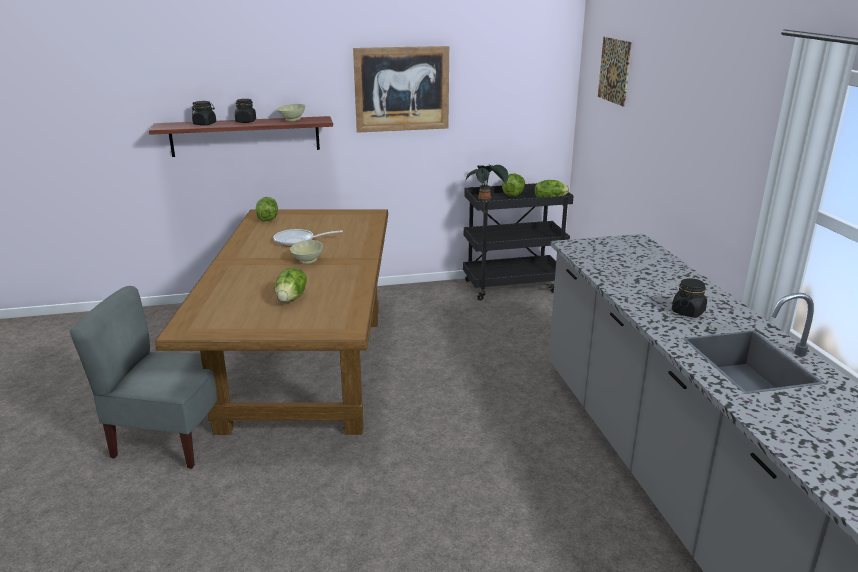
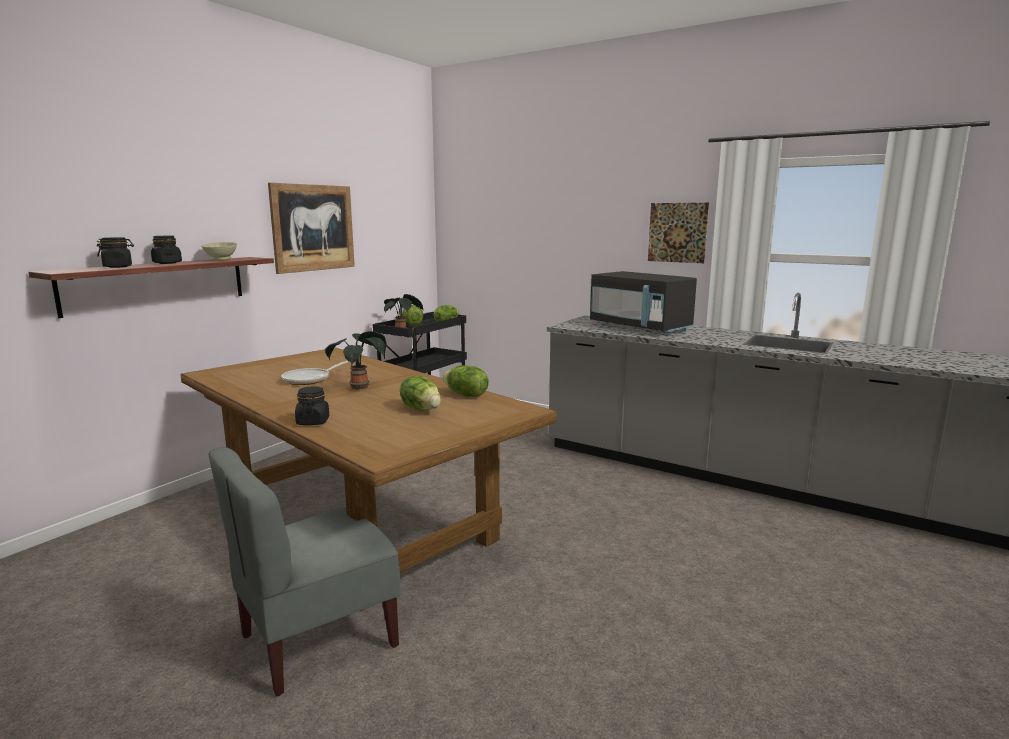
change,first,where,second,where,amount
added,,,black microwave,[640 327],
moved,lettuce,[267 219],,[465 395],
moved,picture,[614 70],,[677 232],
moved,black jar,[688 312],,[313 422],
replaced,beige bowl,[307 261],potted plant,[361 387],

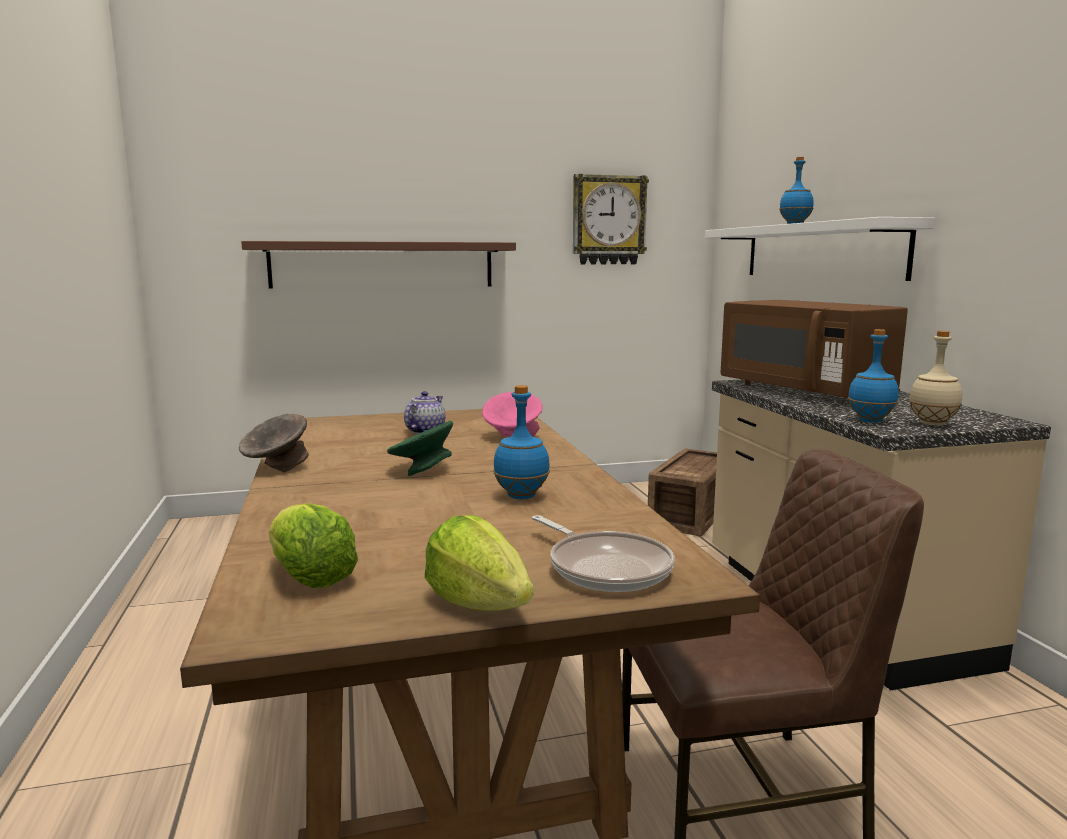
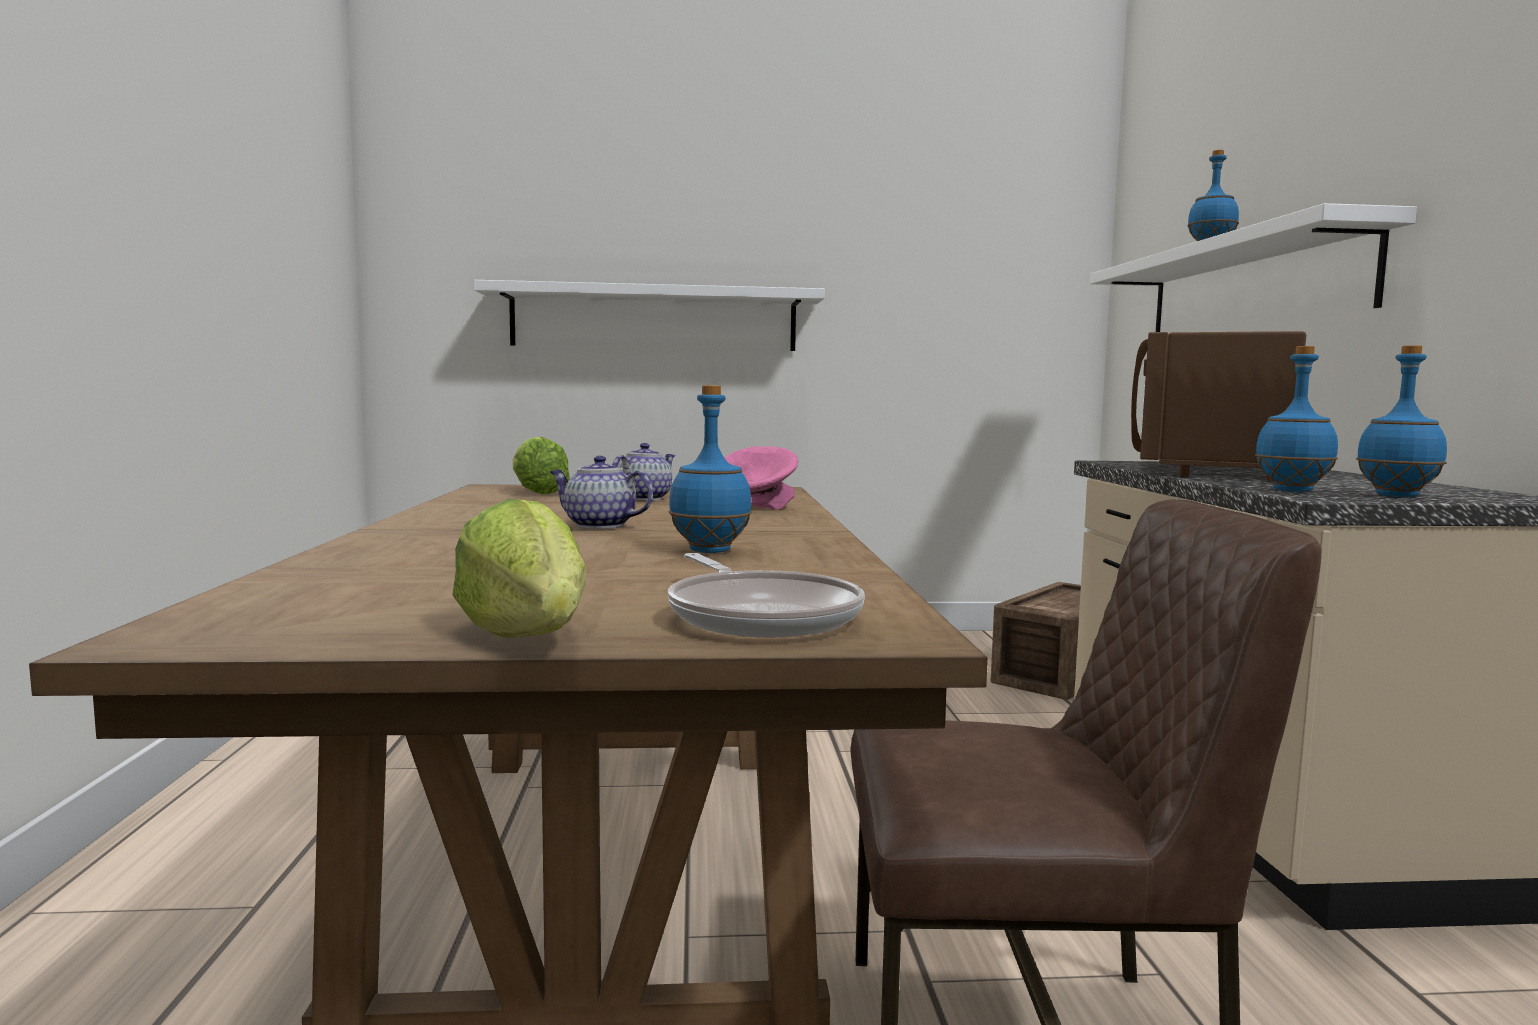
change,first,where,second,where,amount
removed,grey bowl,[276 467],,,
removed,wall clock,[608 220],,,
moved,lettuce,[309 577],,[537 492],
replaced,green bowl,[421 470],teapot,[598 526],
recoloured,brown shelf,[383 265],white shelf,[654 319],
recoloured,beige bottle,[931 424],blue bottle,[1395 496],
turned,brown microwave,[804 391],,[1208 470],45 degrees clockwise

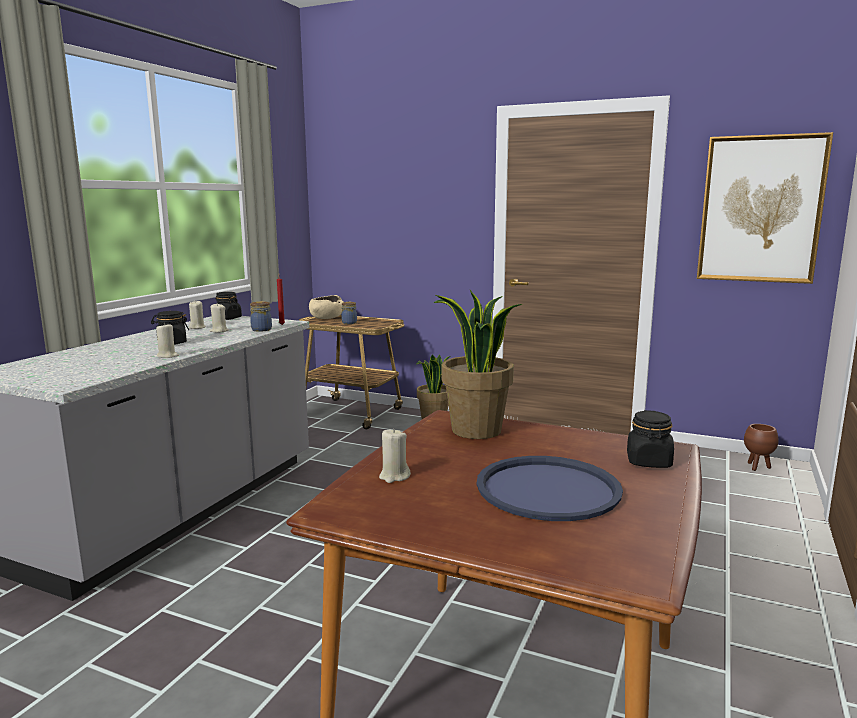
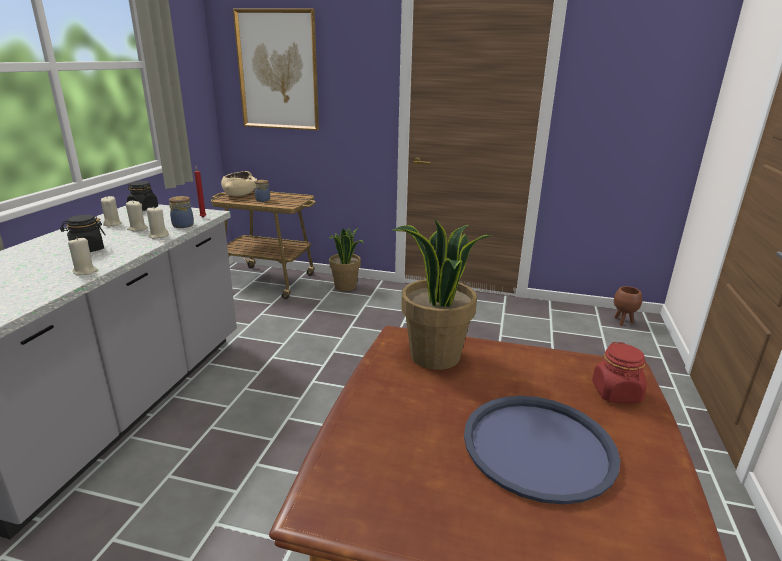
change,first,where,second,where,amount
moved,beige candle,[394 476],,[158 236],
moved,picture,[760 209],,[278 71],
recoloured,black jar,[649 462],red jar,[616 393],

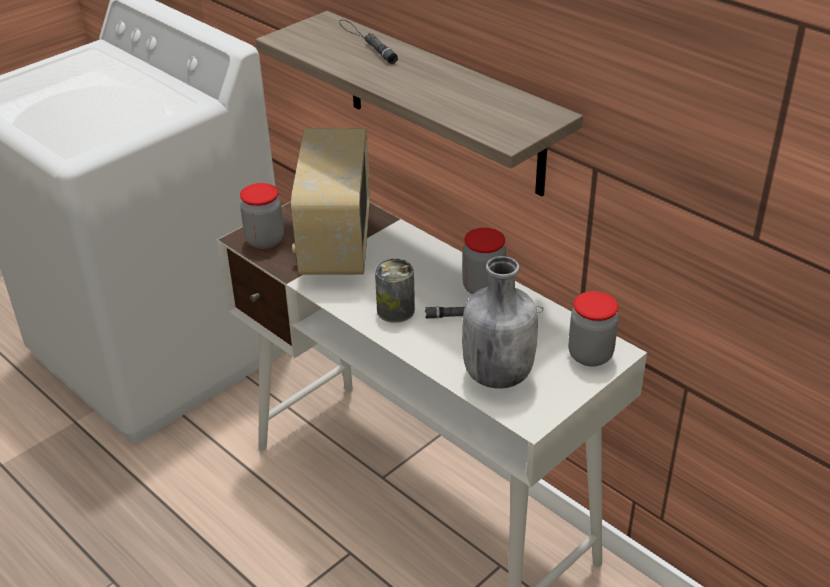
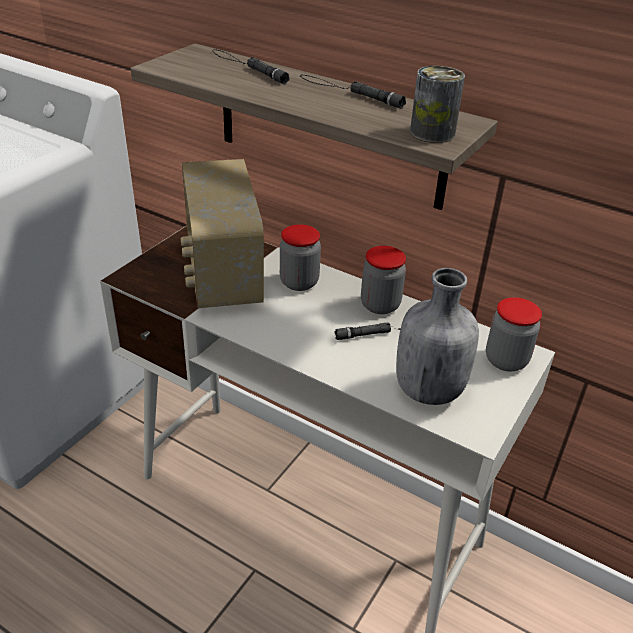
change,first,where,second,where,amount
added,,,black flashlight,[349 91],
moved,jar,[265 240],,[299 282],
moved,can,[395 310],,[432 133],

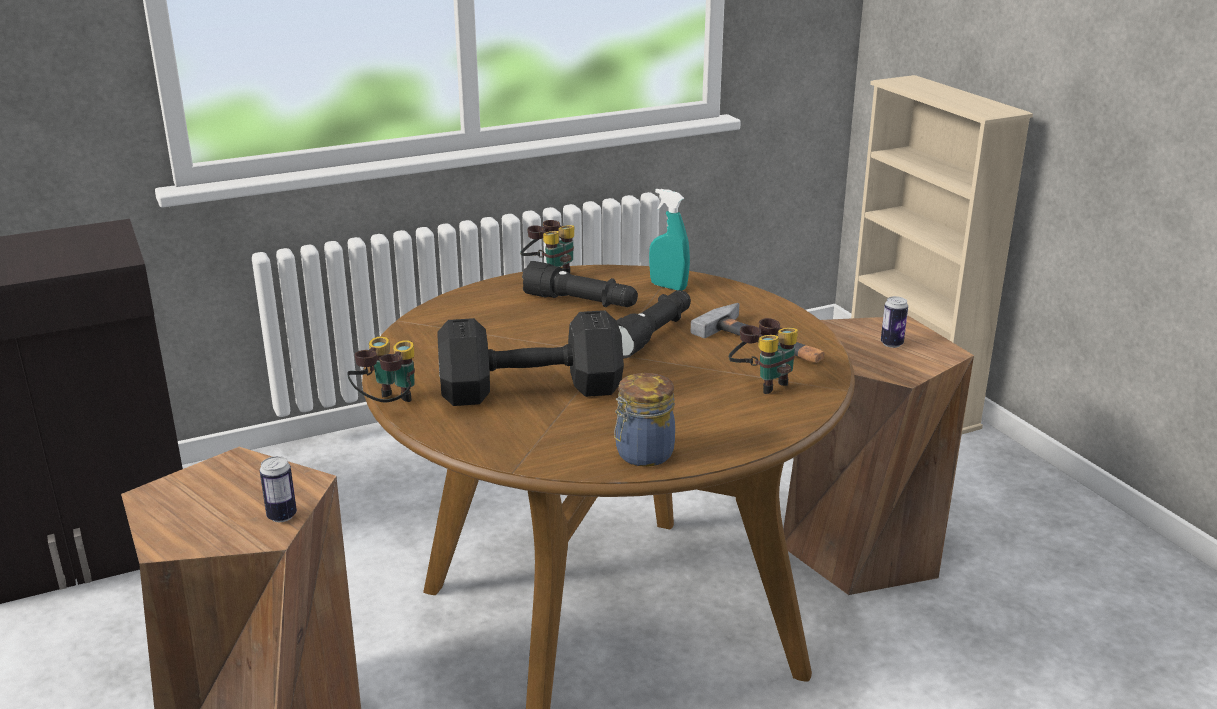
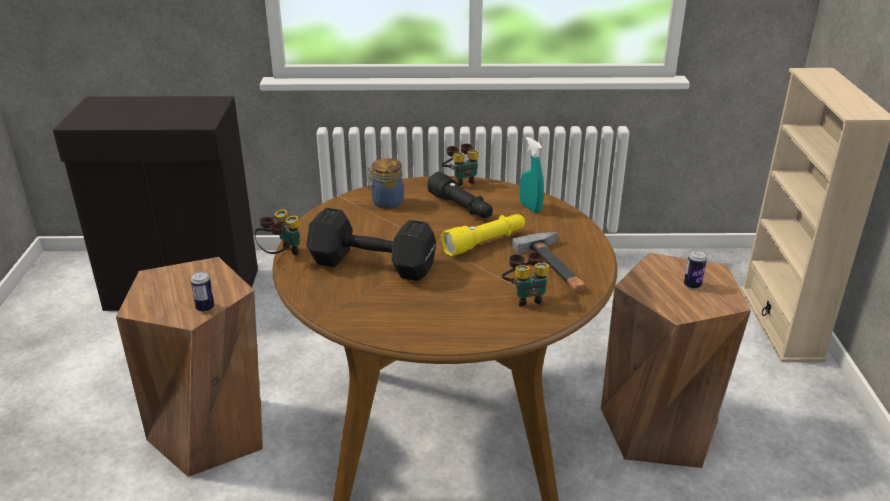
change,first,where,second,where,amount
moved,jar,[642 454],,[386 202],
recoloured,black flashlight,[652 335],yellow flashlight,[485 243],

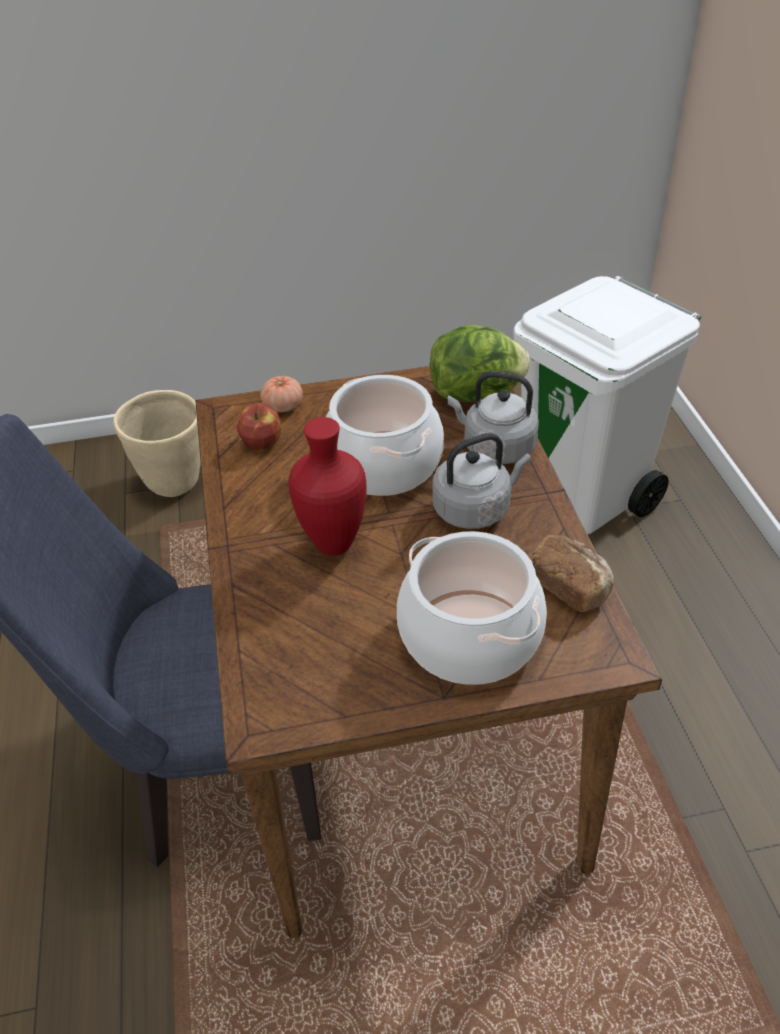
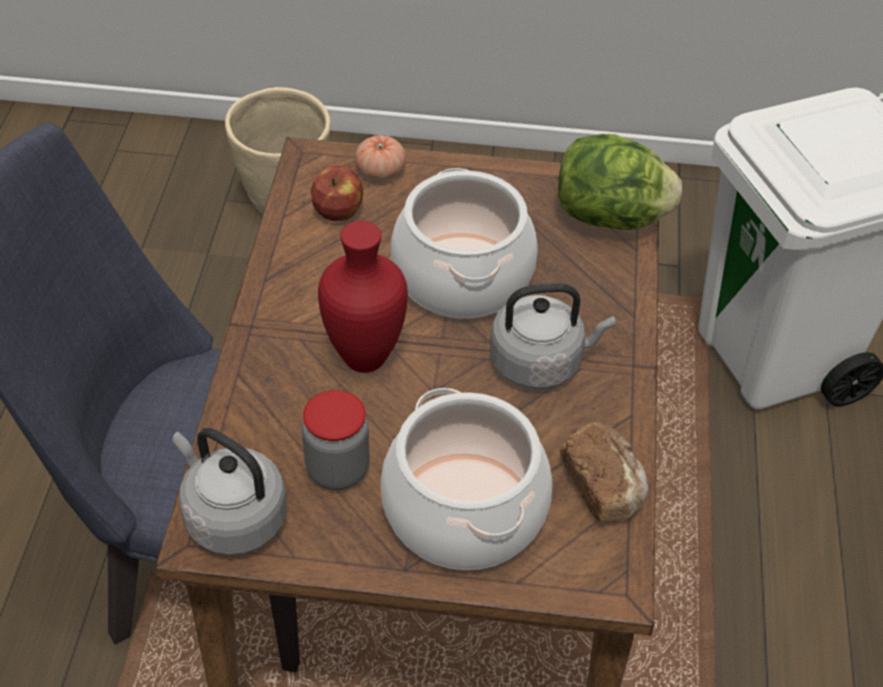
change,first,where,second,where,amount
added,,,jar,[338 470],
moved,grey kettle,[495 448],,[231 516],

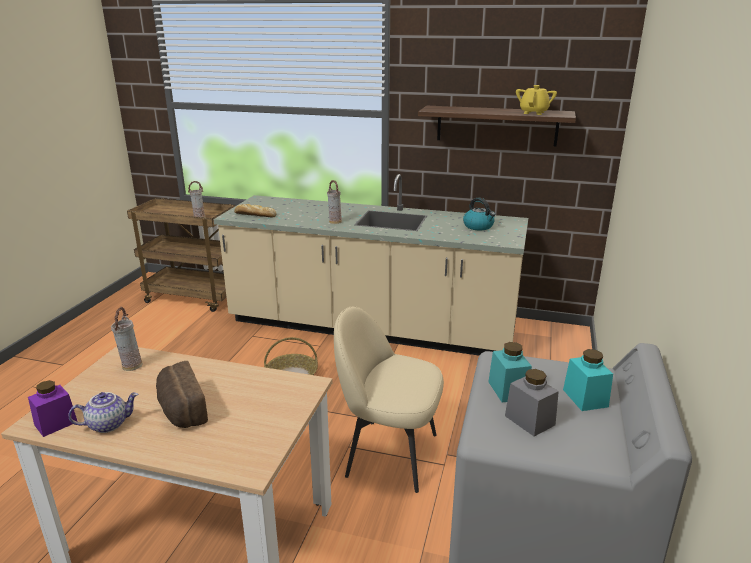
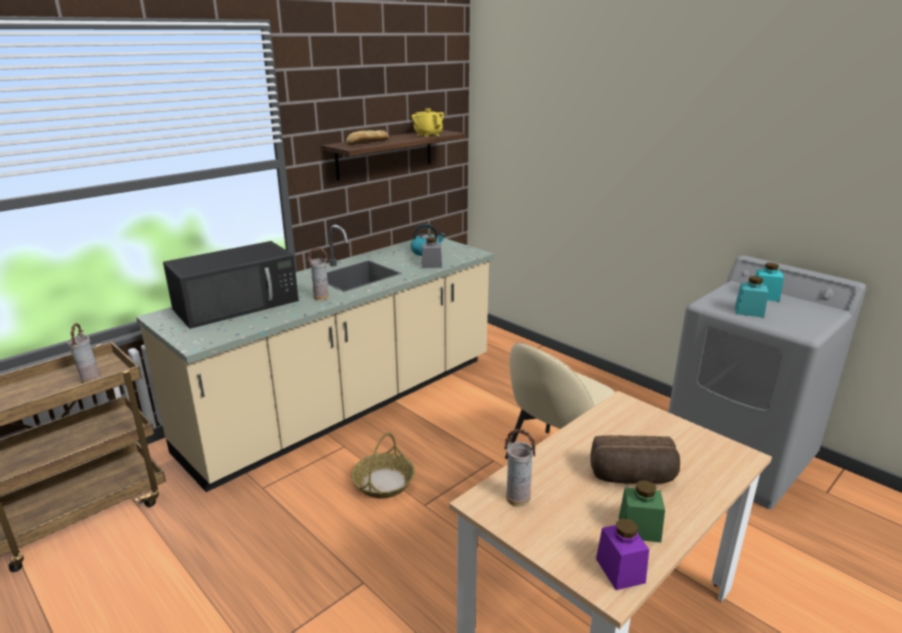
change,first,where,second,where,amount
added,,,black microwave,[238 304],
moved,bread,[254 215],,[367 142],
moved,grey jar,[529 420],,[431 265],
replaced,teapot,[108 424],green jar,[639 529],

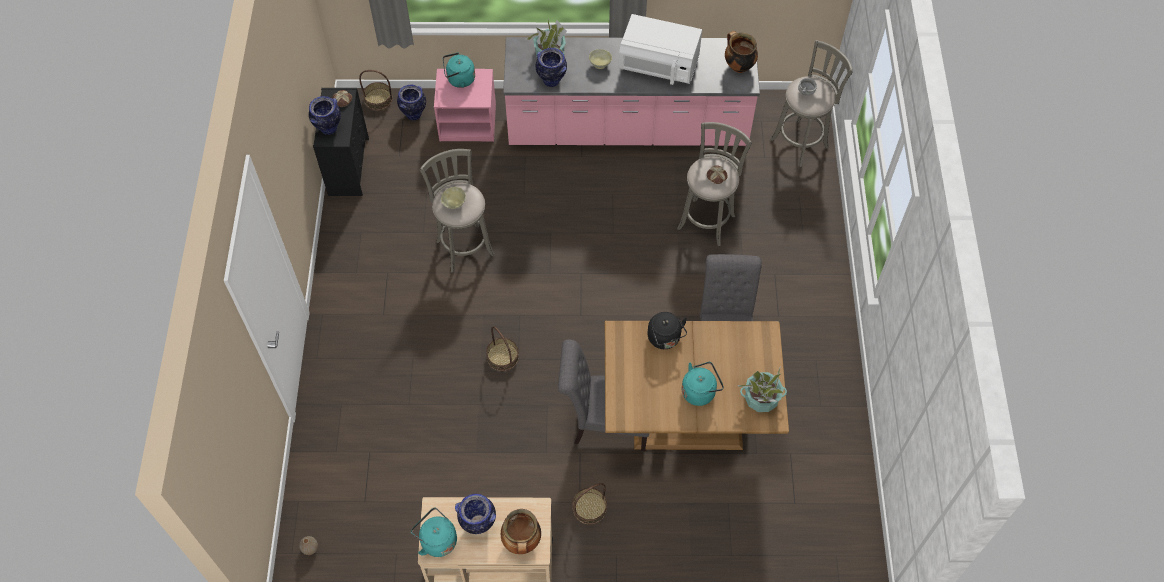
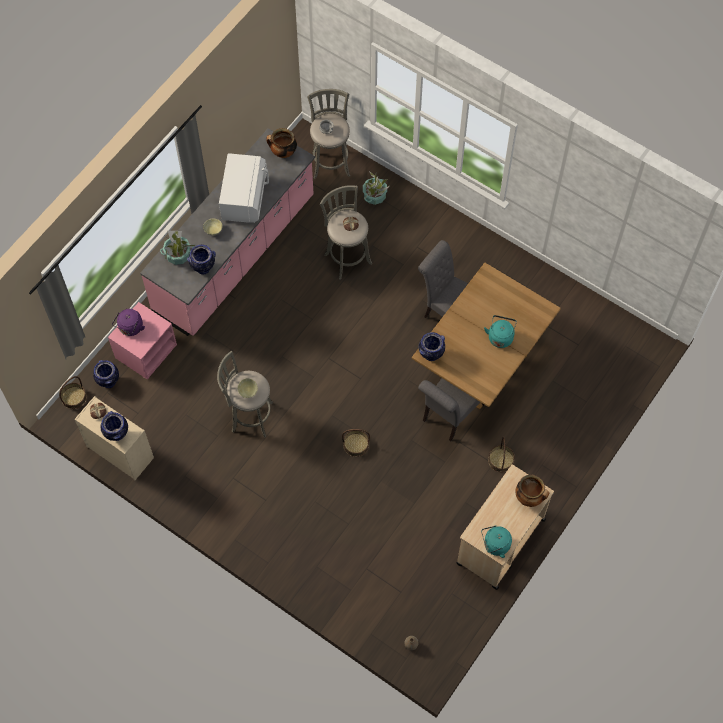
change,first,where,second,where,amount
removed,black kettle,[665 339],,,
moved,vase,[478 524],,[431 355],
moved,potted plant,[761 398],,[374 196],
recoloured,black dresser,[348 166],beige dresser,[119 452],
recoloured,turquoise kettle,[459 80],purple kettle,[130 328],
turned,white microwave,[658 66],,[244 198],45 degrees counterclockwise

